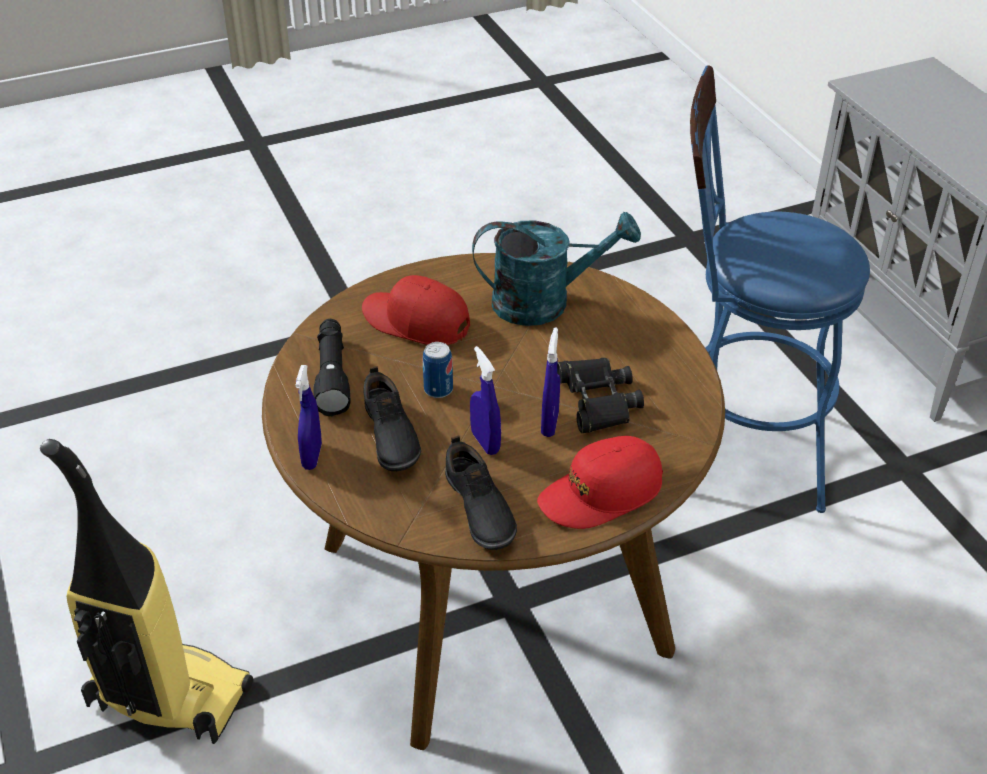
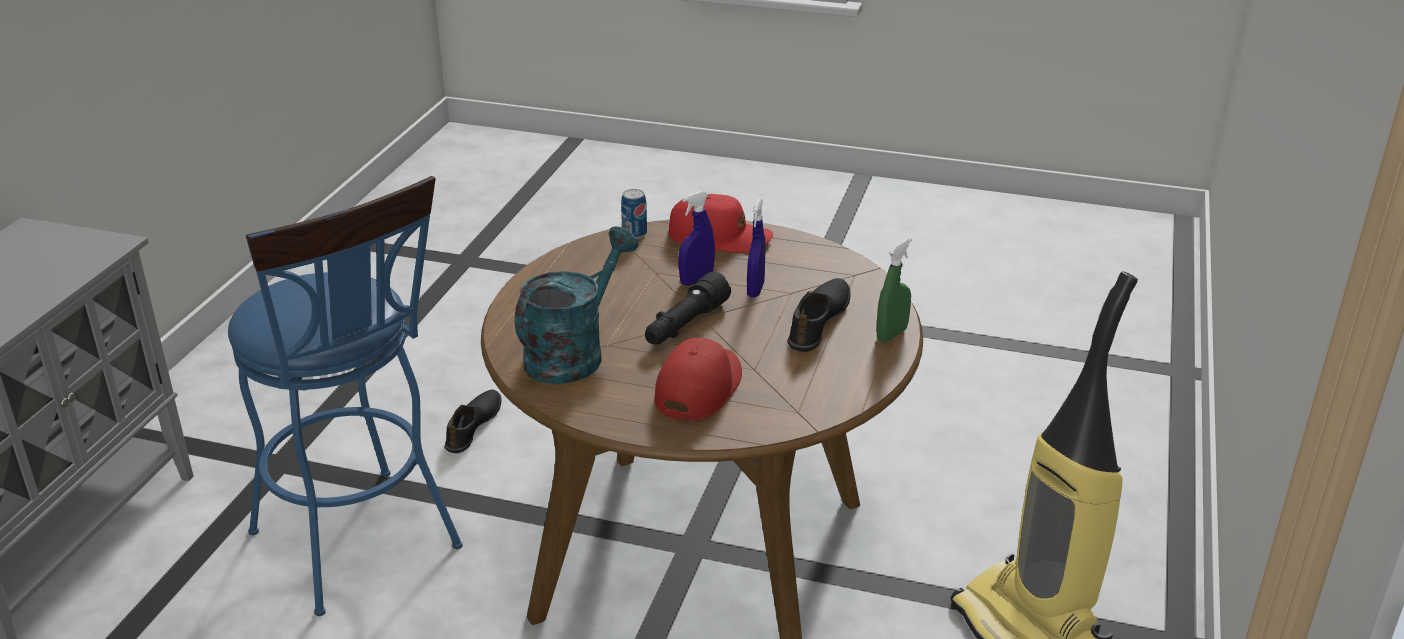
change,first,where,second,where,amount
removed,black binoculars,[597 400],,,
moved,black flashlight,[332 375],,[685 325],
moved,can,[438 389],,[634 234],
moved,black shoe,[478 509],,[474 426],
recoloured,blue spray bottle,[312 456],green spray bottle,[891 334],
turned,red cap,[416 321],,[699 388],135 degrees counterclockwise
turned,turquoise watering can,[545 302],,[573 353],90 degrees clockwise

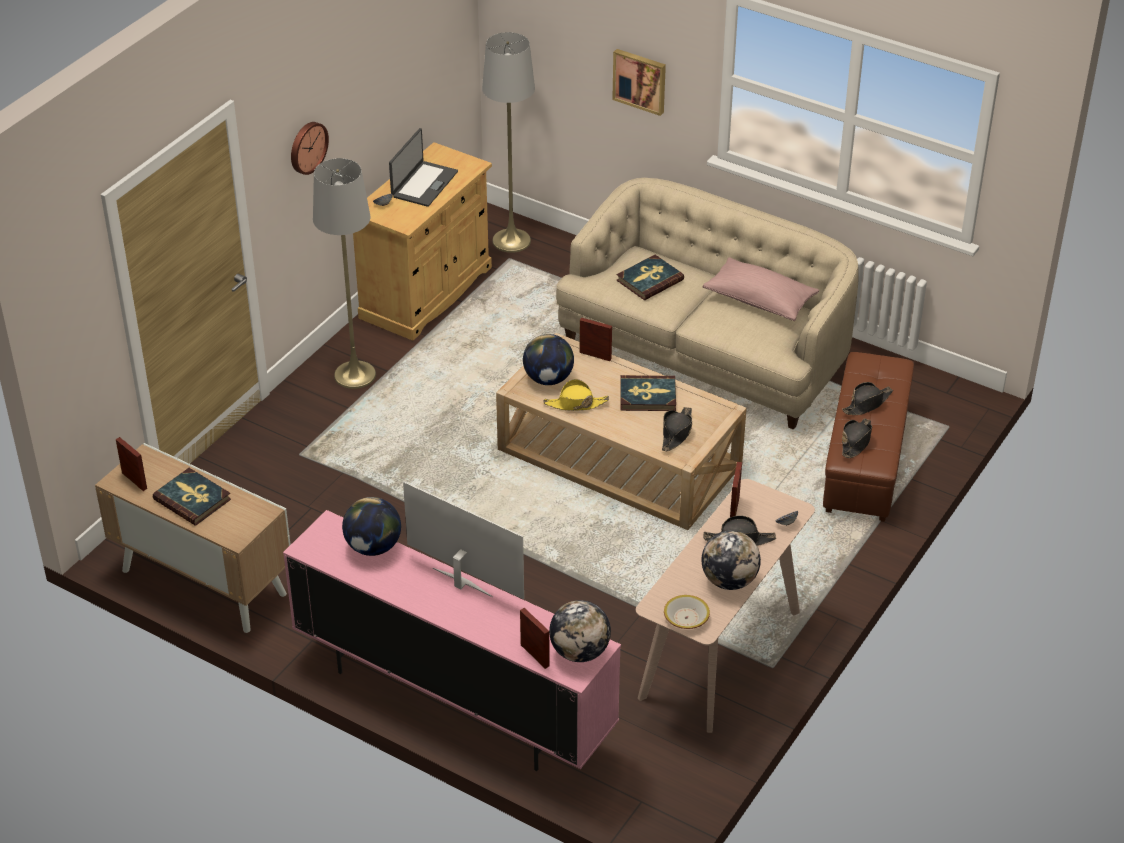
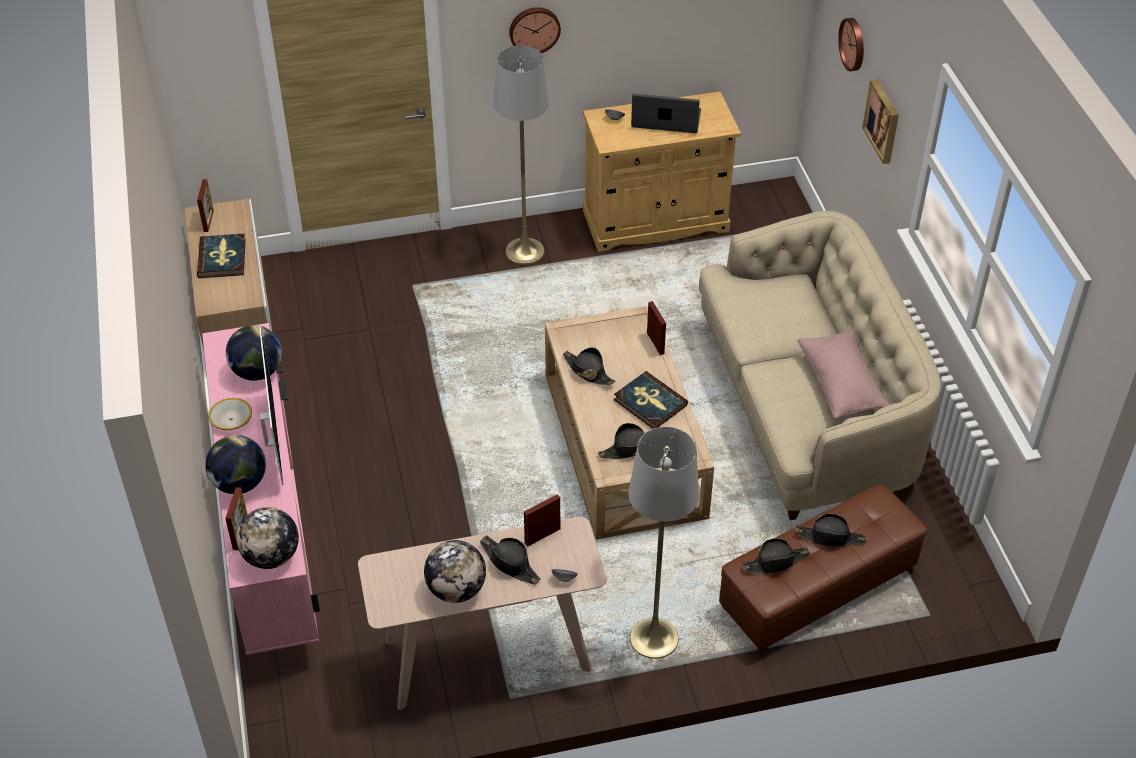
change,first,where,second,where,amount
removed,book,[649 280],,,
added,,,wall clock,[854 44],
moved,grey floor lamp,[511 241],,[653 638],
moved,globe,[548 379],,[240 483],
moved,bowl,[686 618],,[231 419],
recoloured,yellow hat,[575 404],black hat,[588 371],
turned,laptop,[423 184],,[666 120],150 degrees counterclockwise

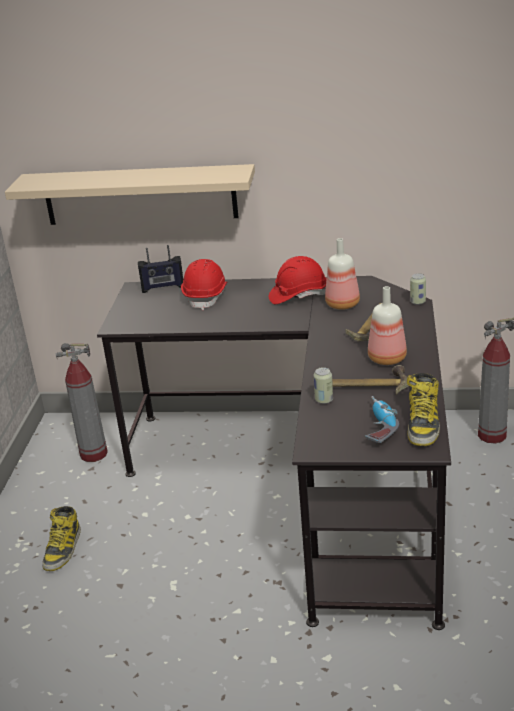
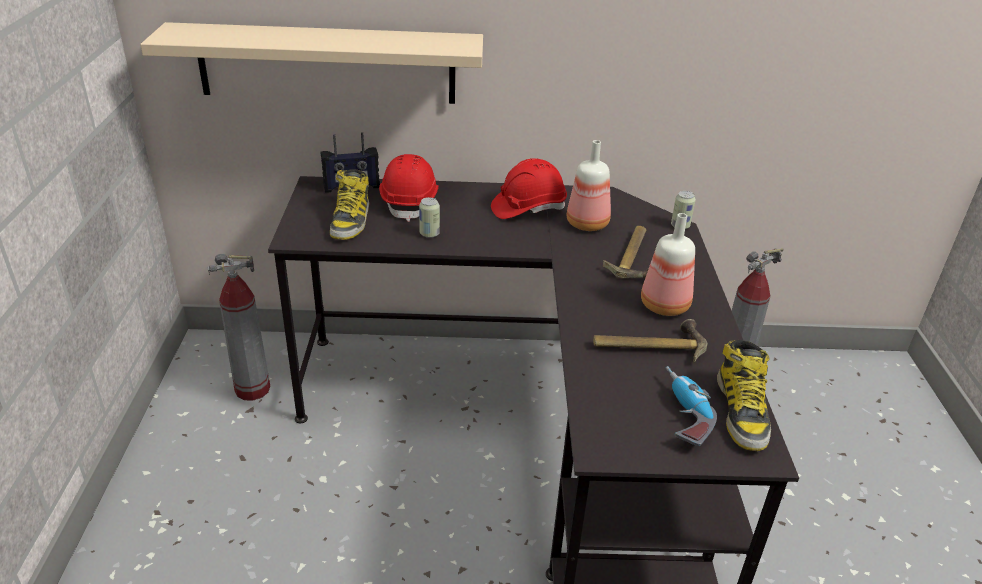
change,first,where,second,where,amount
moved,boot,[63 549],,[351 220],
moved,can,[324 400],,[429 234],

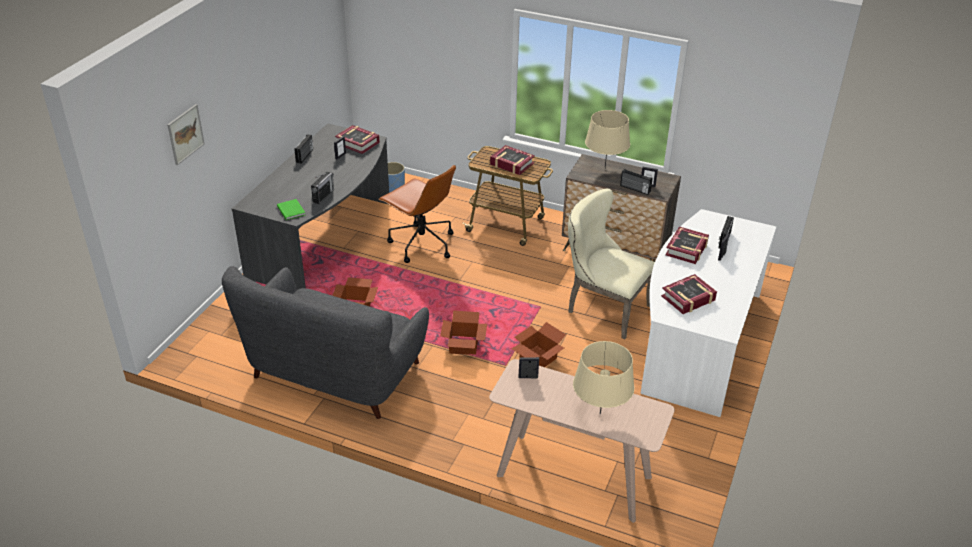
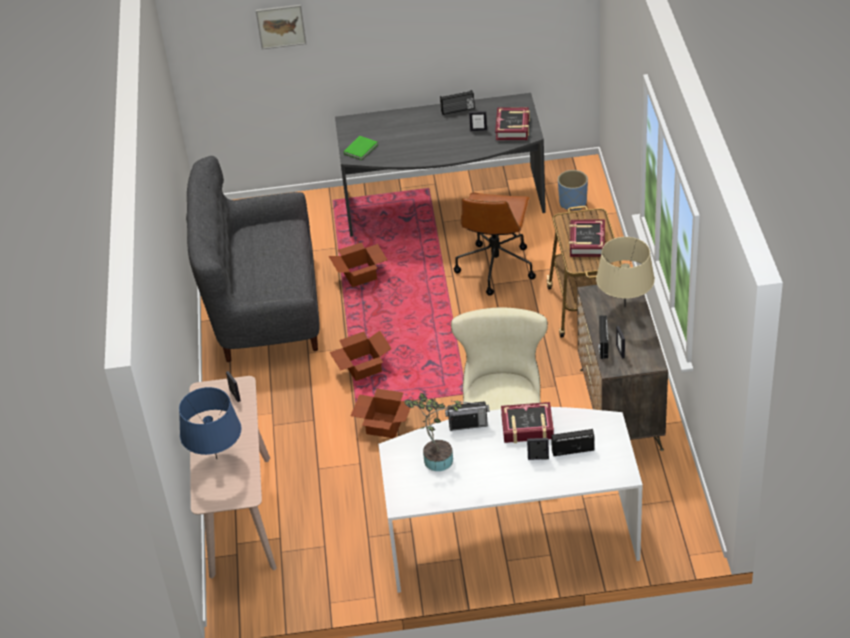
change,first,where,second,where,amount
moved,radio,[323 196],,[468 425],
replaced,book,[688 298],potted plant,[436 458],
recoloured,beige table lamp,[600 414],blue table lamp,[217 459],

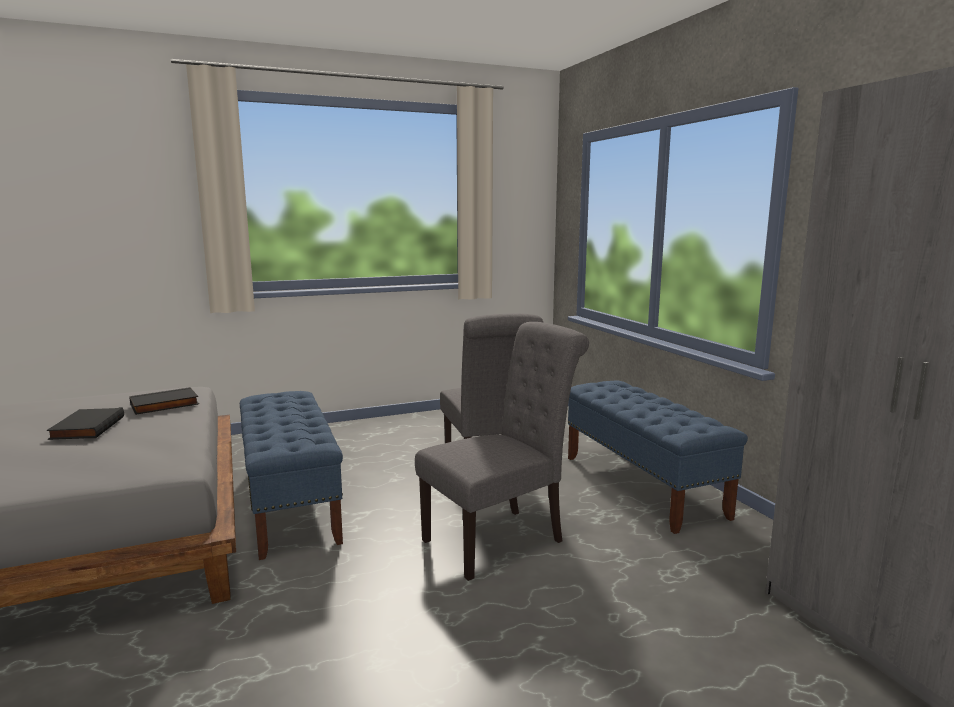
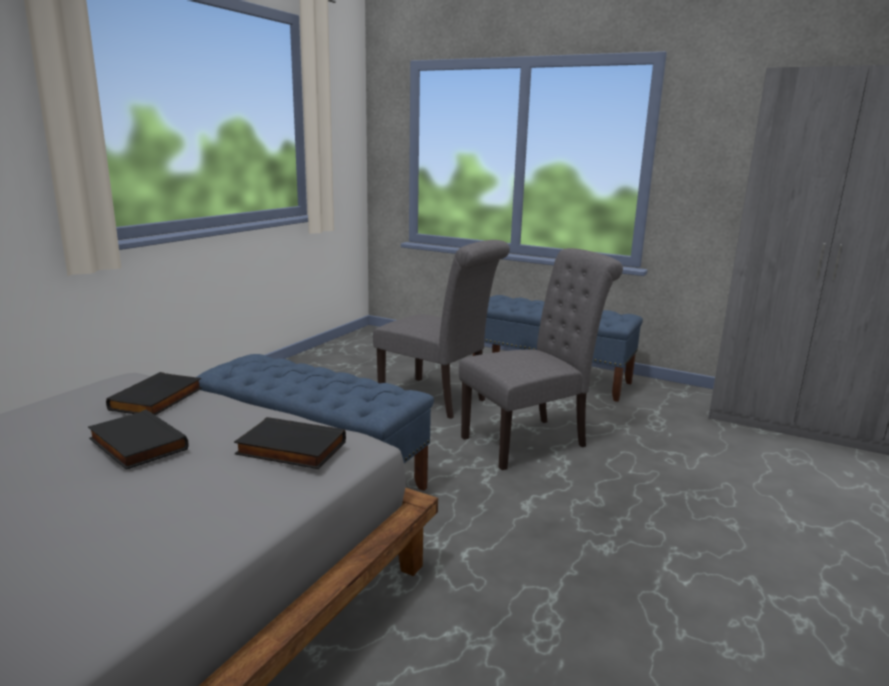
change,first,where,second,where,amount
added,,,black book,[289 449],
turned,grey chair,[501 539],,[531 441],45 degrees clockwise

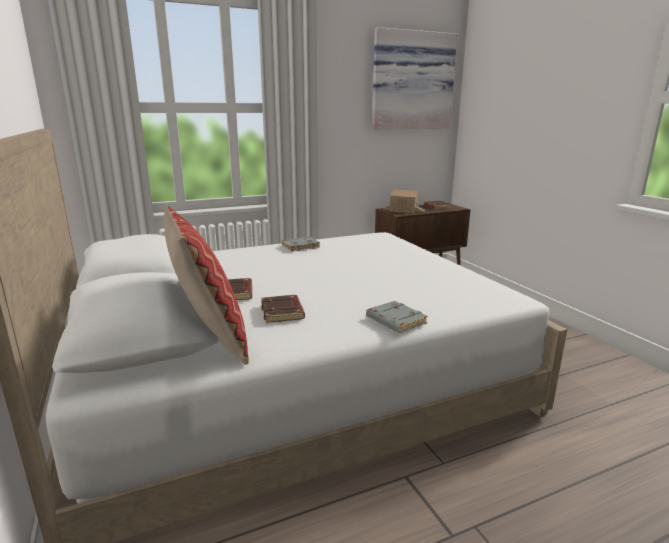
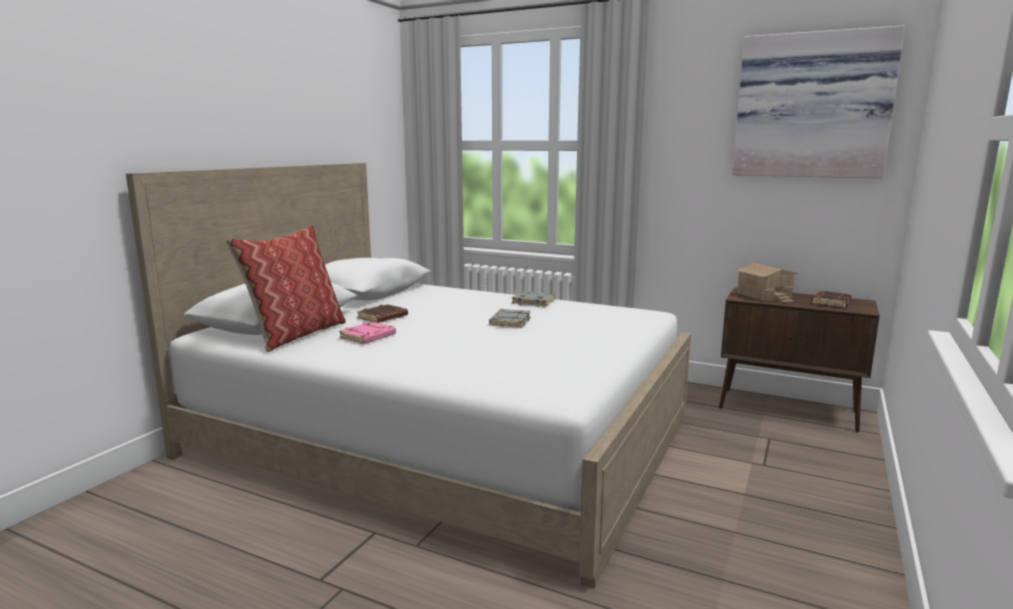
change,first,where,second,where,amount
moved,grey book,[395 321],,[509 322],
recoloured,brown book,[283 312],pink book,[368 337],

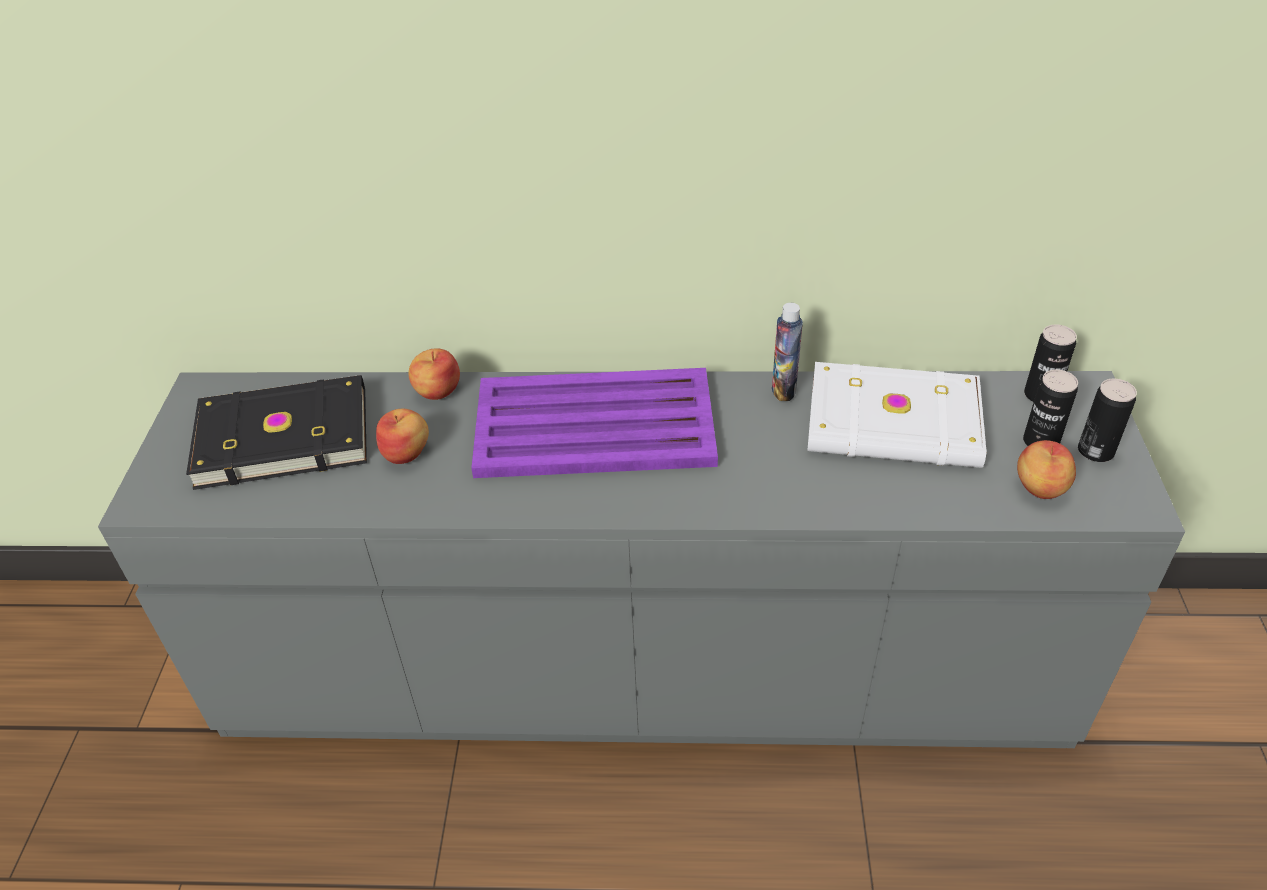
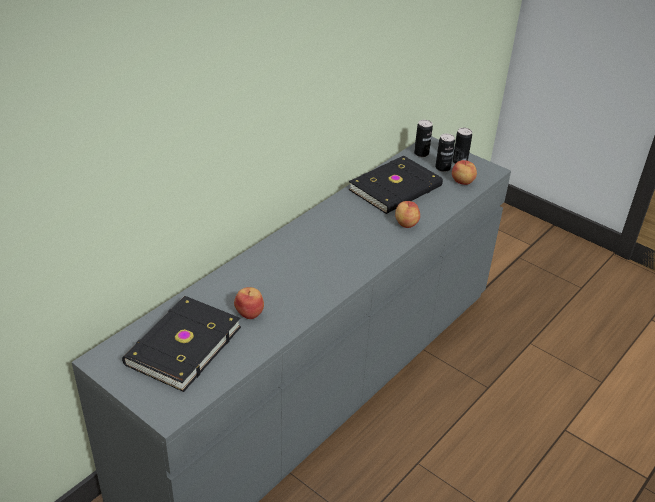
change,first,where,second,where,amount
removed,purple tray,[592 425],,,
removed,bottle,[783 389],,,
moved,apple,[437 390],,[405 223],
recoloured,white book,[894 424],black book,[396 189],

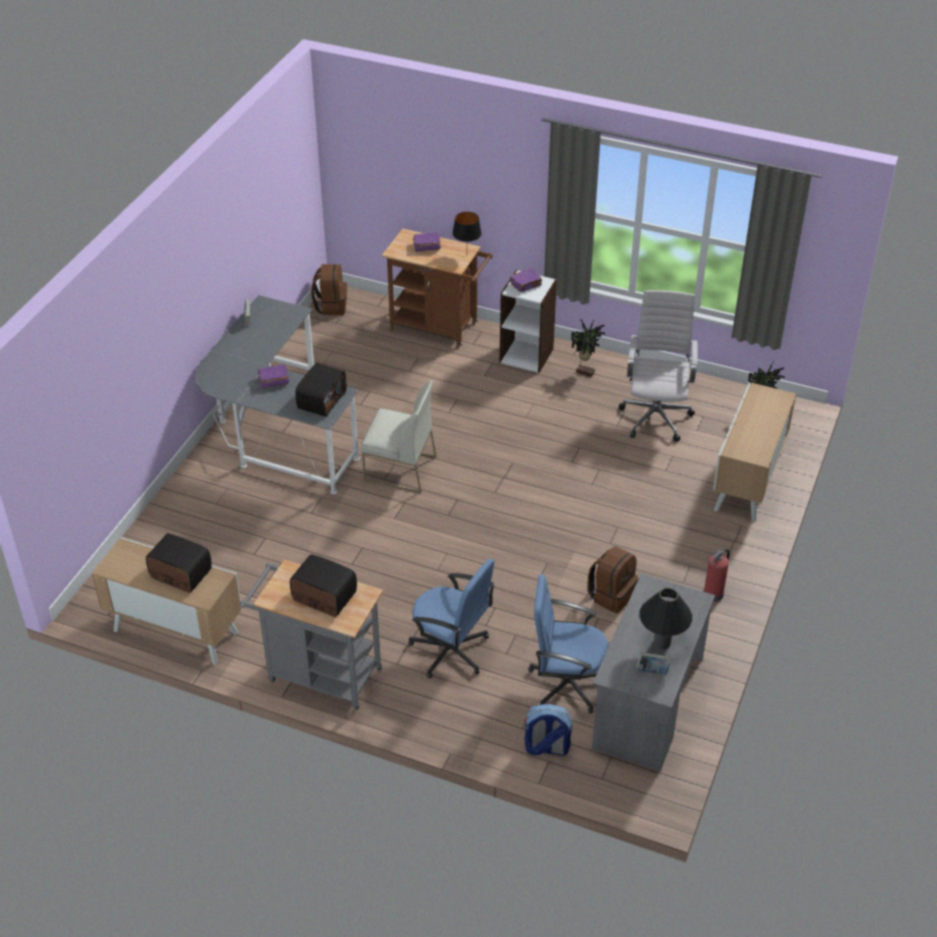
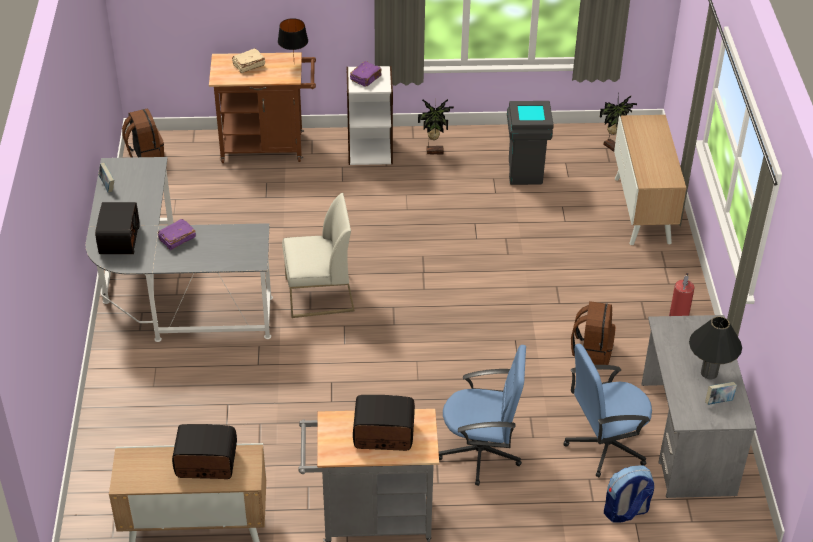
change,first,where,second,where,amount
moved,radio,[321 400],,[118 239],
replaced,white office chair,[656 416],grey trash can,[525 174],
recoloured,purple book,[426 246],beige book,[248 65],

